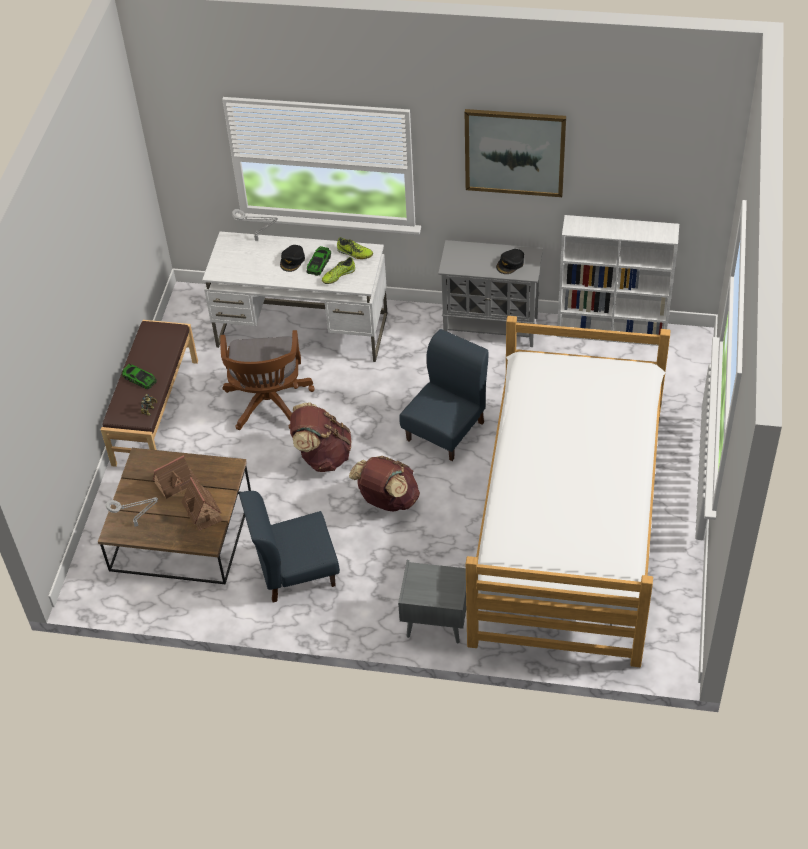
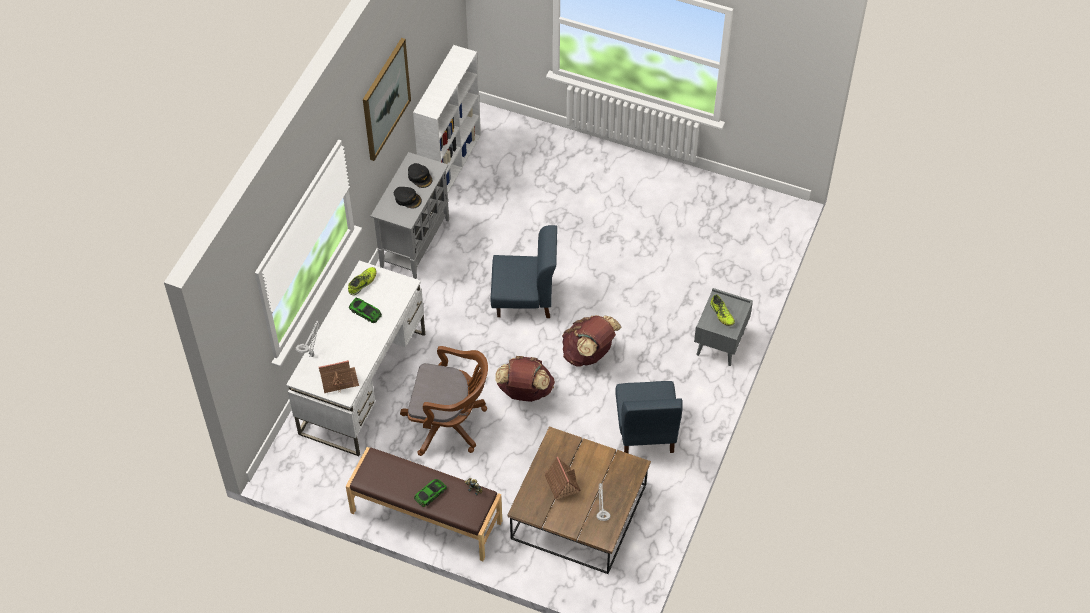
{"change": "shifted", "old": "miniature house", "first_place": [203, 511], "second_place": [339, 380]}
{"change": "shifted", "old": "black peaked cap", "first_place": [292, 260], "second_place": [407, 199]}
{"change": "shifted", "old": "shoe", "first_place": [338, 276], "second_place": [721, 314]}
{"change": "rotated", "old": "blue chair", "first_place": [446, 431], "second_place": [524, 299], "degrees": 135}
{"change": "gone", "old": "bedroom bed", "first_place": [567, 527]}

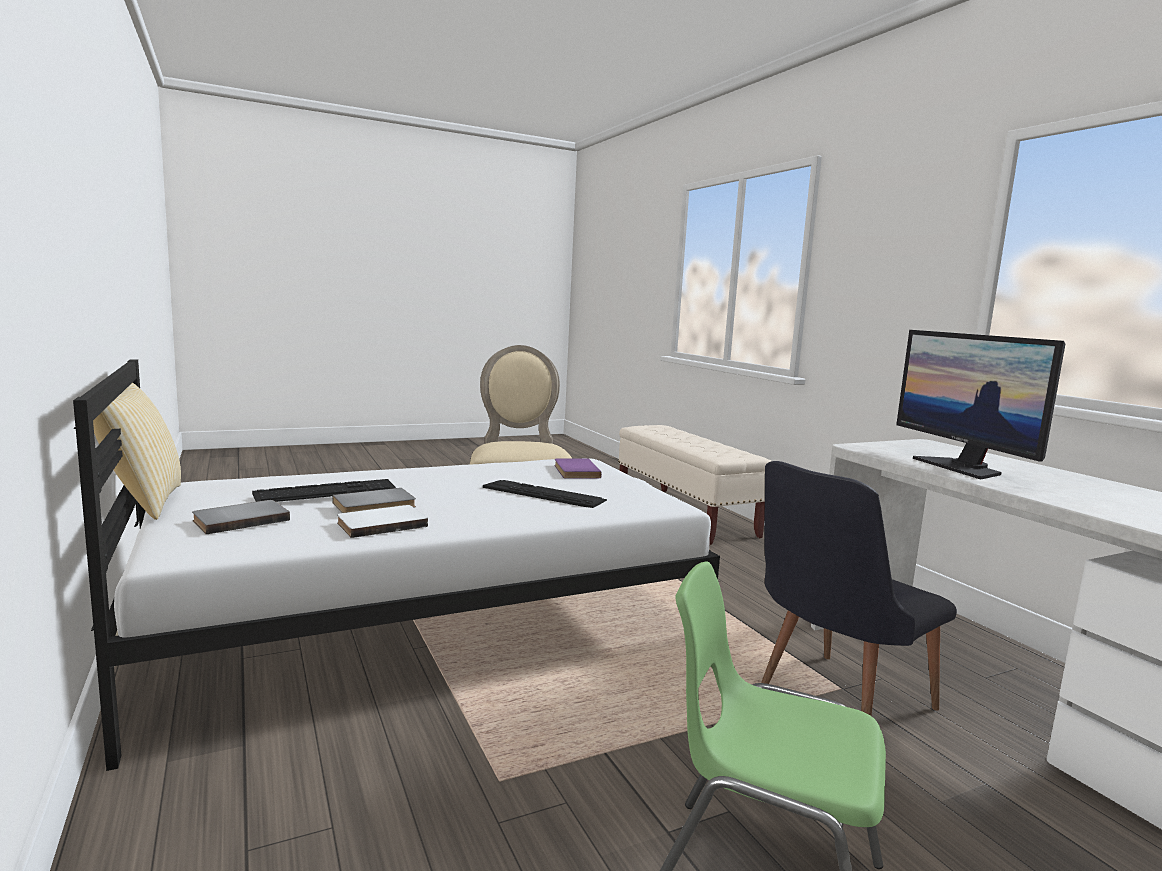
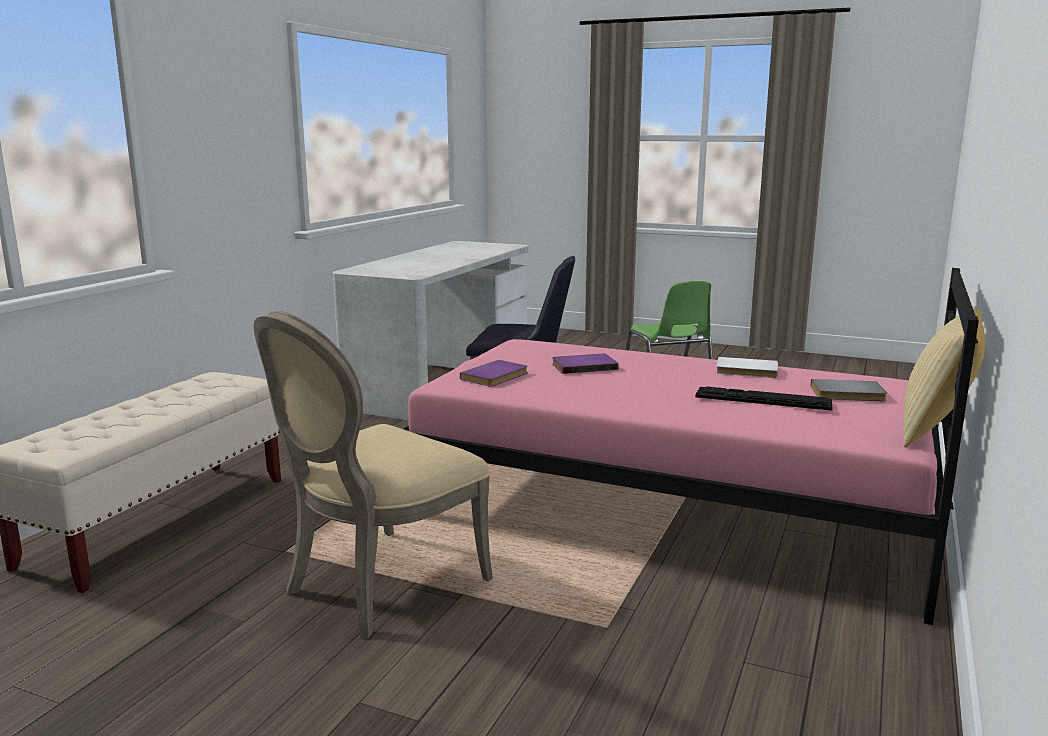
{"change": "repainted", "old": "white-coloured bedroom bed", "new": "pink bedroom bed", "first_place": [427, 627], "second_place": [669, 508]}
{"change": "gone", "old": "grey bound book", "first_place": [375, 505]}
{"change": "swapped", "old": "PC keyboard", "new": "purple-coloured bound book", "first_place": [543, 493], "second_place": [583, 366]}
{"change": "gone", "old": "computer display", "first_place": [962, 467]}

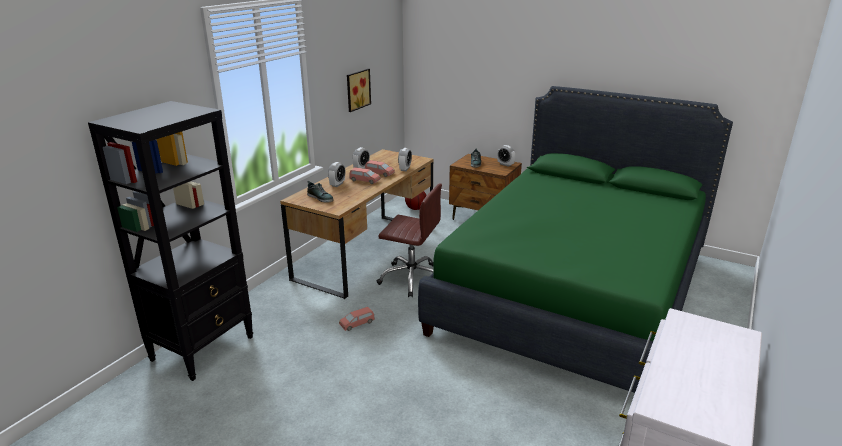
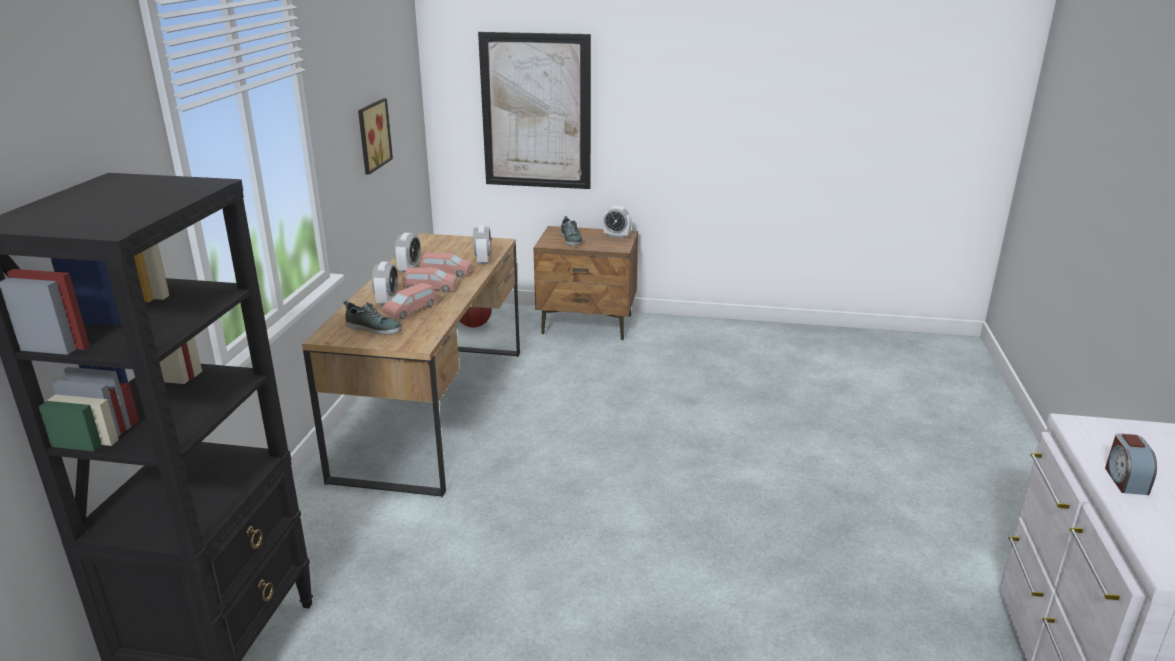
{"change": "shifted", "old": "pink toy car", "first_place": [357, 324], "second_place": [410, 310]}
{"change": "gone", "old": "brownish desk chair", "first_place": [412, 278]}
{"change": "gone", "old": "greenish bedroom bed", "first_place": [575, 292]}
{"change": "new", "new": "picture", "second_place": [536, 112]}
{"change": "new", "new": "table clock", "second_place": [1125, 480]}

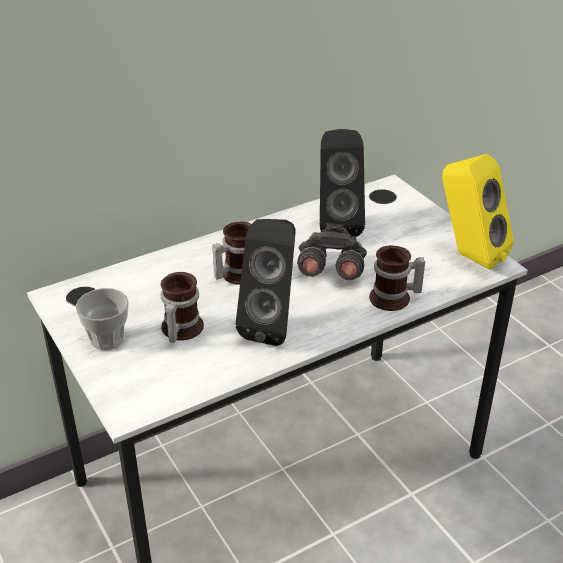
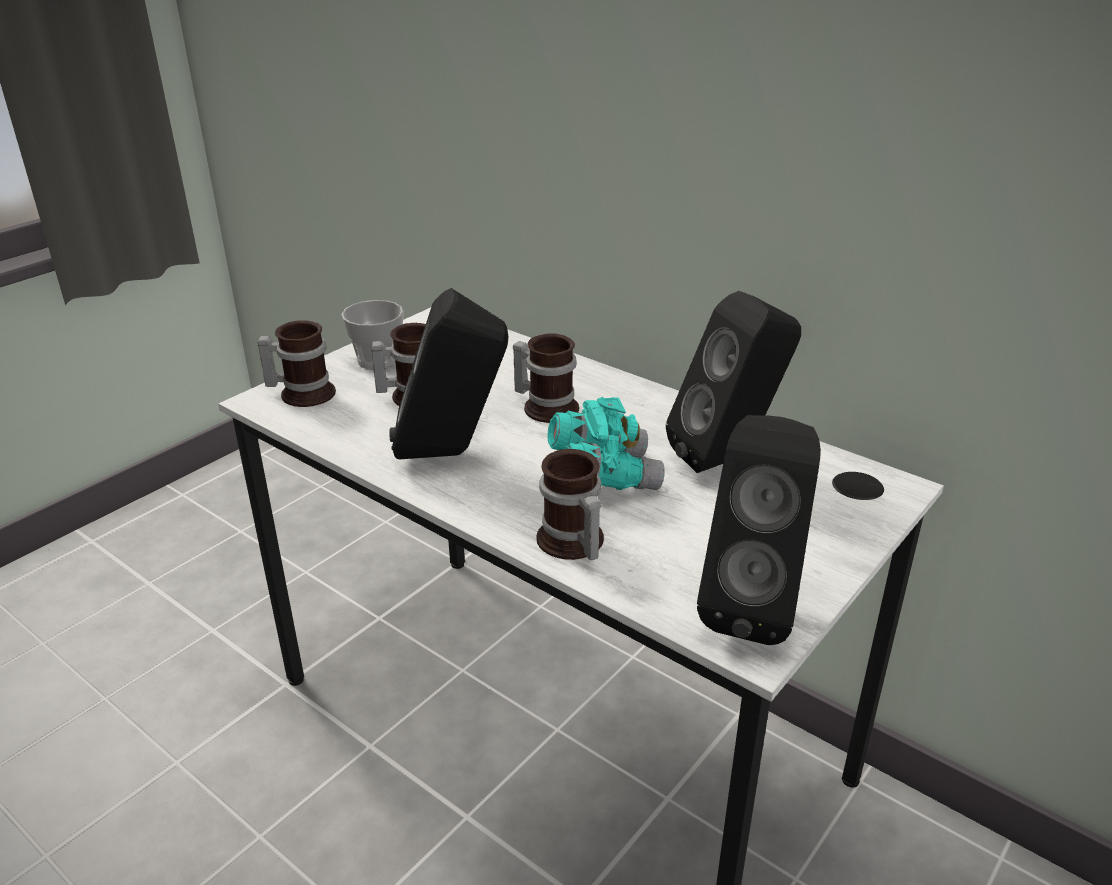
{"change": "repainted", "old": "grey pair of binoculars", "new": "turquoise-coloured pair of binoculars", "first_place": [331, 272], "second_place": [602, 475]}
{"change": "repainted", "old": "yellow-coloured audio speaker", "new": "black audio speaker", "first_place": [468, 256], "second_place": [753, 606]}
{"change": "new", "new": "coffee mug", "second_place": [303, 392]}

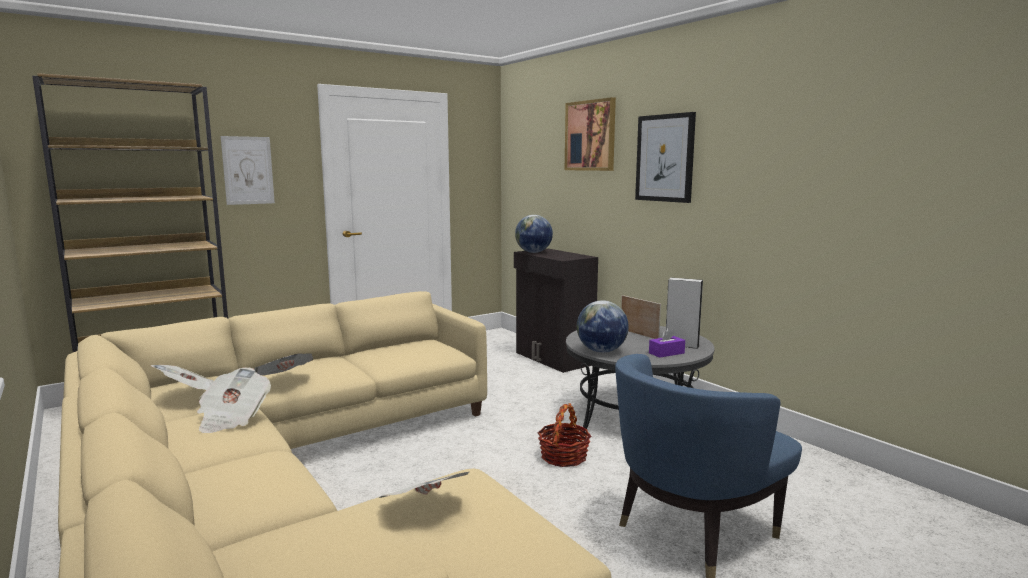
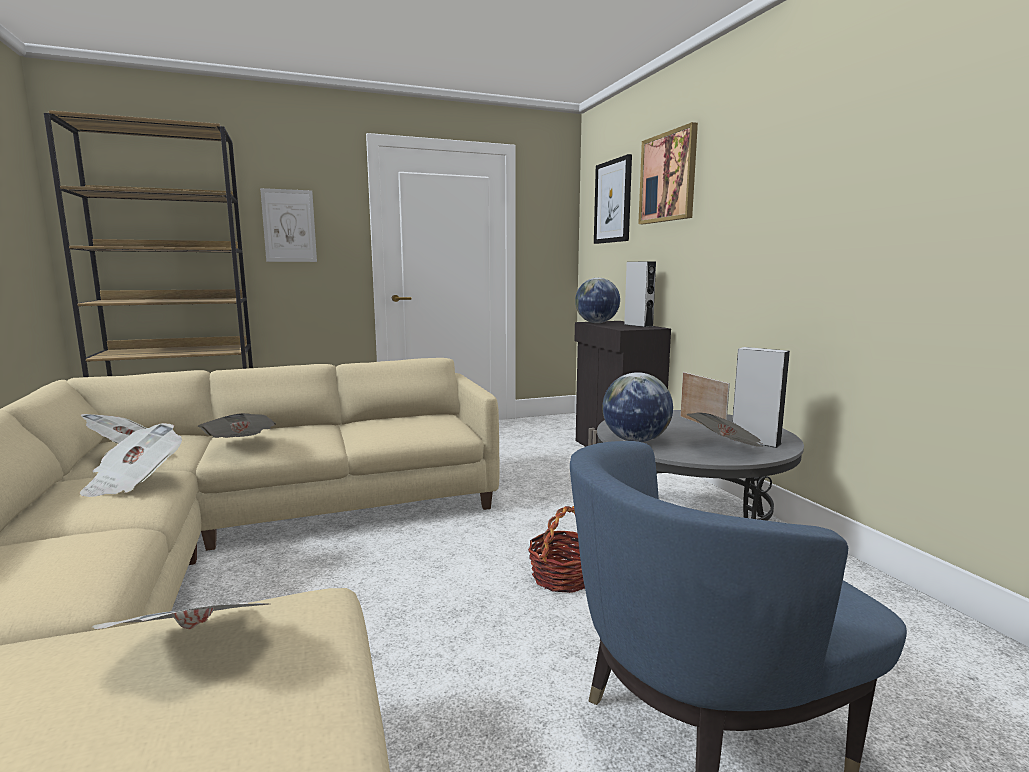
{"change": "shifted", "old": "picture", "first_place": [665, 158], "second_place": [613, 201]}
{"change": "swapped", "old": "purple-coloured tissue box", "new": "printed paper", "first_place": [666, 353], "second_place": [726, 450]}
{"change": "new", "new": "grey audio speaker", "second_place": [638, 325]}

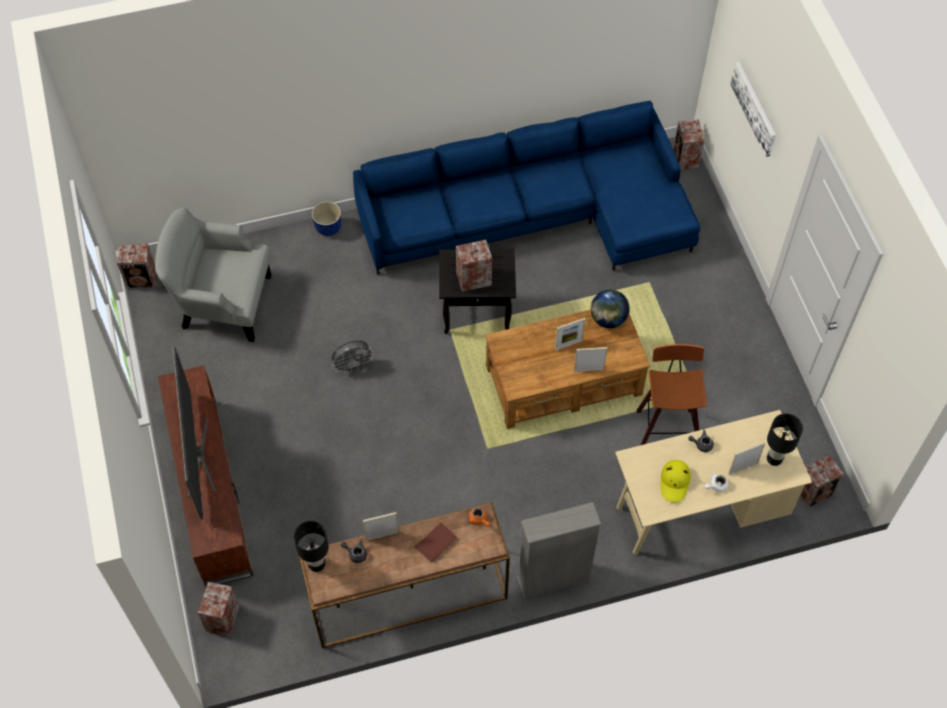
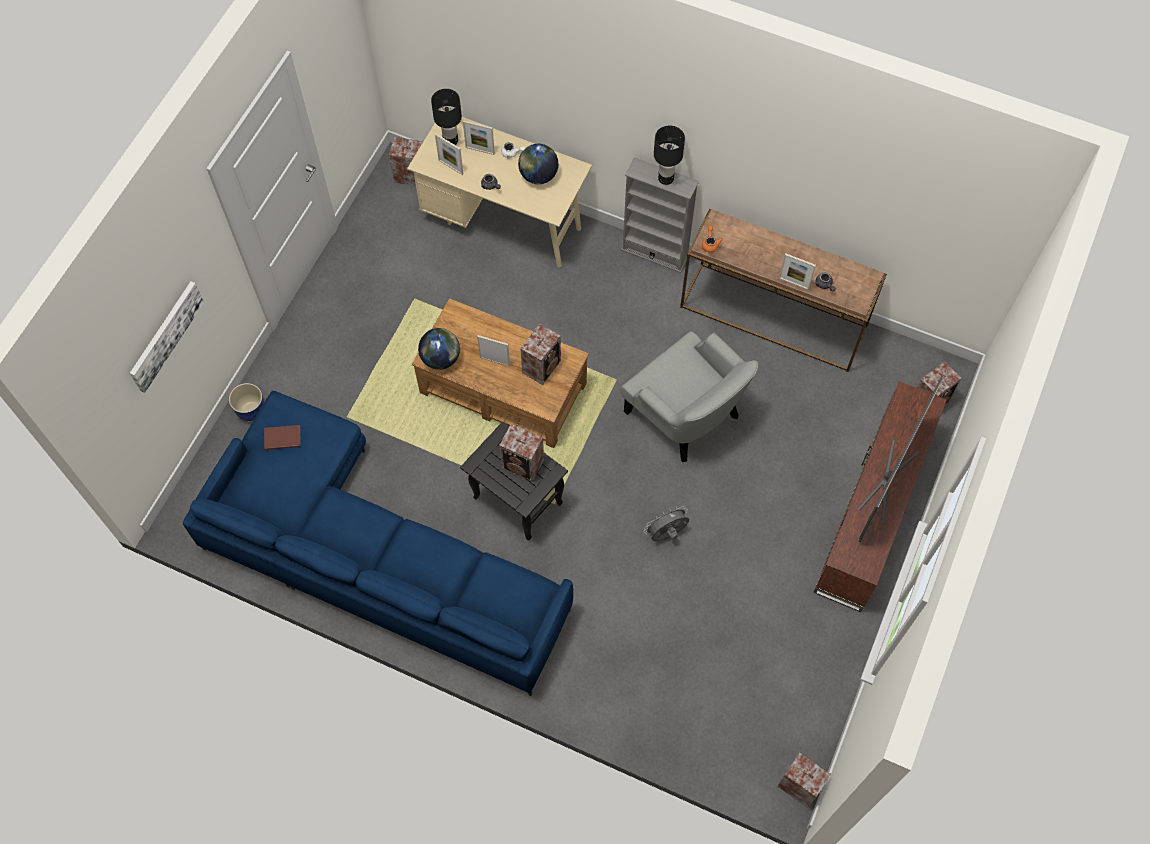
{"change": "shifted", "old": "grey armchair", "first_place": [223, 303], "second_place": [685, 414]}
{"change": "shifted", "old": "black tabletop lamp", "first_place": [316, 564], "second_place": [666, 178]}
{"change": "shifted", "old": "flower pot", "first_place": [328, 228], "second_place": [251, 411]}
{"change": "rotated", "old": "grey fan", "first_place": [353, 366], "second_place": [666, 534], "degrees": -45}
{"change": "shifted", "old": "brownish bound book", "first_place": [437, 543], "second_place": [282, 437]}
{"change": "shifted", "old": "photo frame", "first_place": [589, 370], "second_place": [451, 167]}
{"change": "gone", "old": "sitting stool", "first_place": [665, 431]}
{"change": "swapped", "old": "yellow-coloured wearable hat", "new": "desk globe", "first_place": [674, 482], "second_place": [538, 175]}
{"change": "shifted", "old": "audio speaker", "first_place": [685, 159], "second_place": [542, 366]}

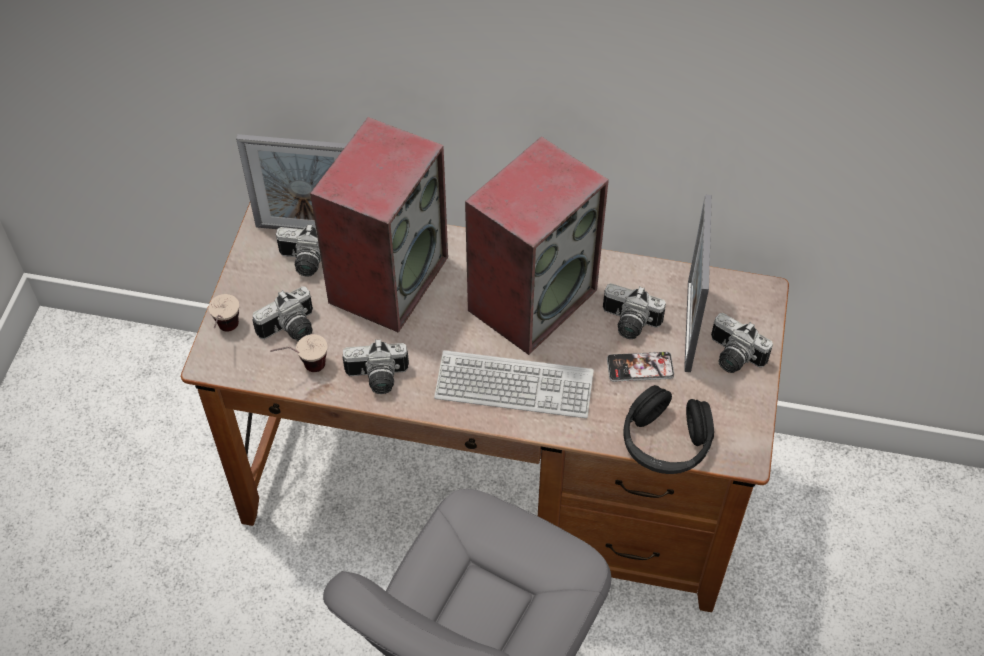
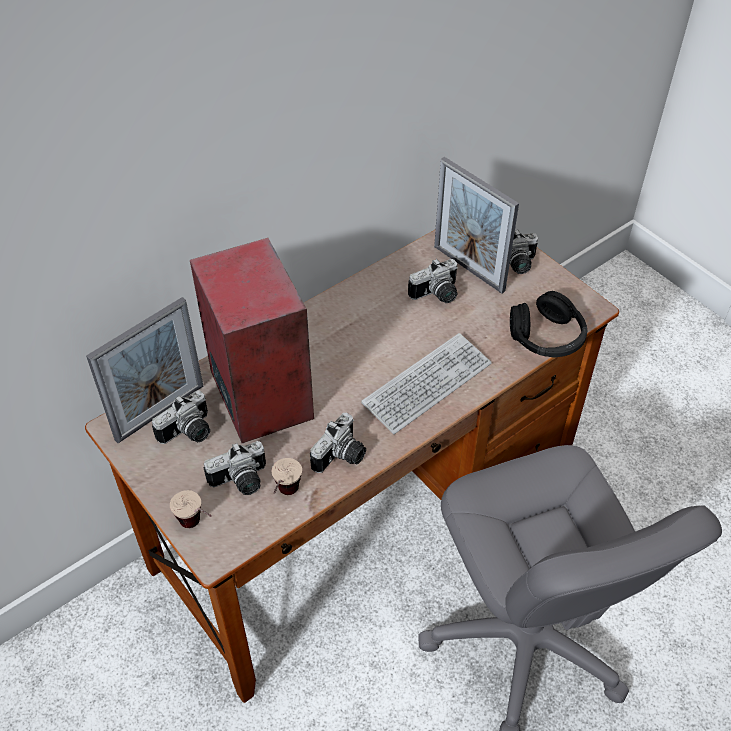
{"change": "rotated", "old": "still camera", "first_place": [291, 330], "second_place": [241, 482], "degrees": 60}
{"change": "gone", "old": "audio speaker", "first_place": [532, 298]}
{"change": "gone", "old": "handset", "first_place": [640, 367]}

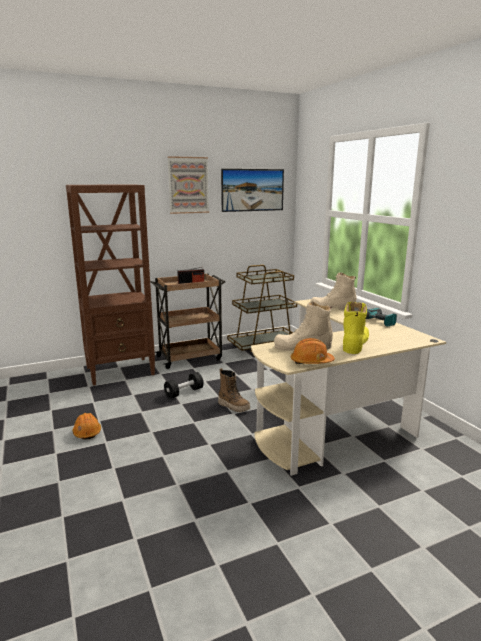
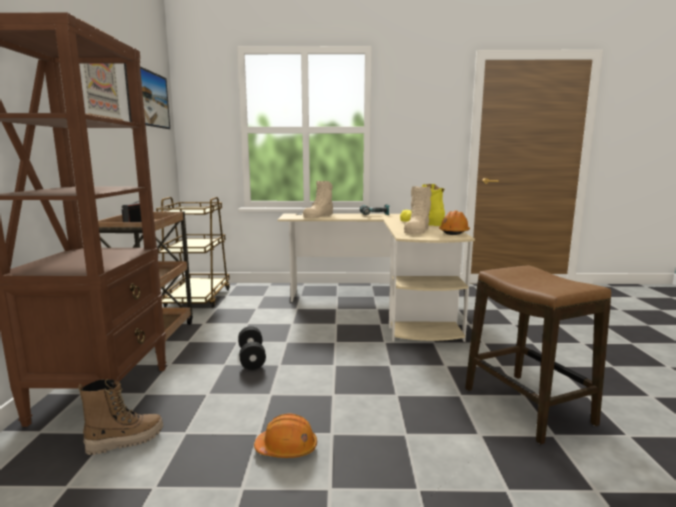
{"change": "shifted", "old": "boot", "first_place": [234, 406], "second_place": [125, 440]}
{"change": "new", "new": "sitting stool", "second_place": [526, 406]}

